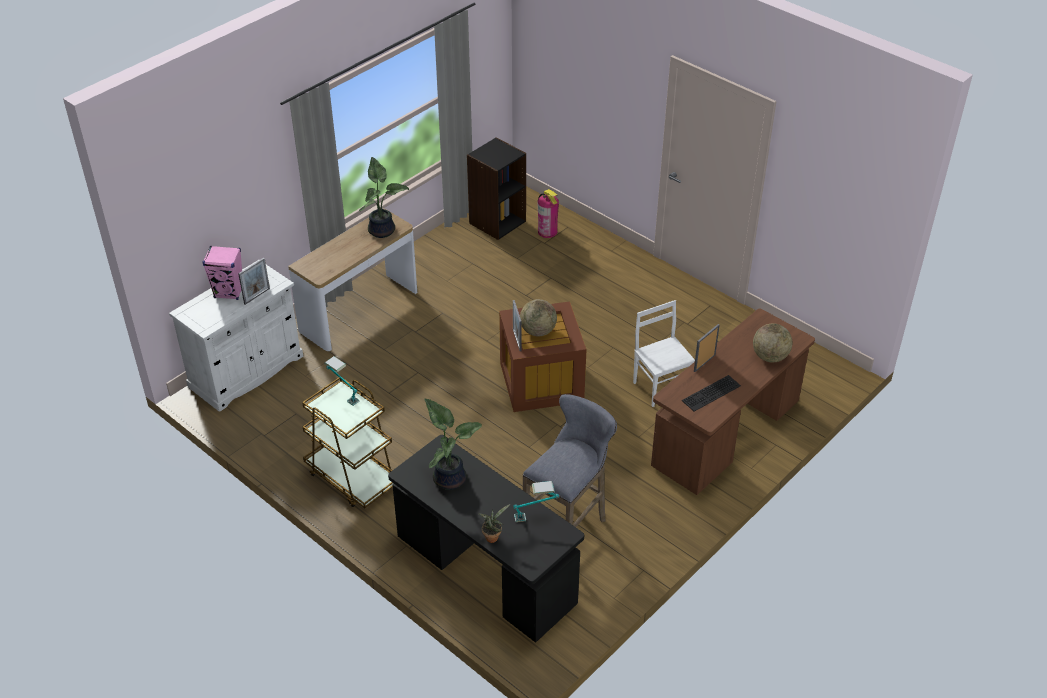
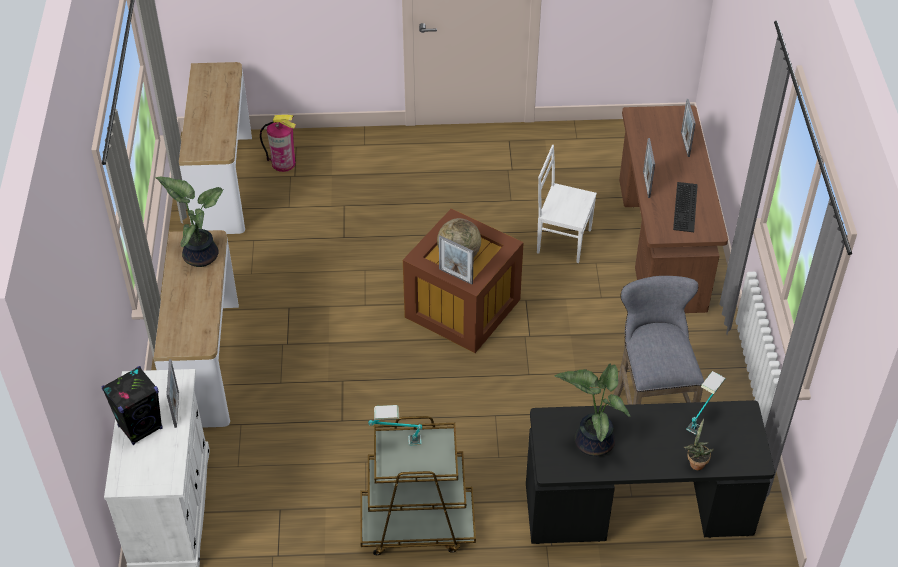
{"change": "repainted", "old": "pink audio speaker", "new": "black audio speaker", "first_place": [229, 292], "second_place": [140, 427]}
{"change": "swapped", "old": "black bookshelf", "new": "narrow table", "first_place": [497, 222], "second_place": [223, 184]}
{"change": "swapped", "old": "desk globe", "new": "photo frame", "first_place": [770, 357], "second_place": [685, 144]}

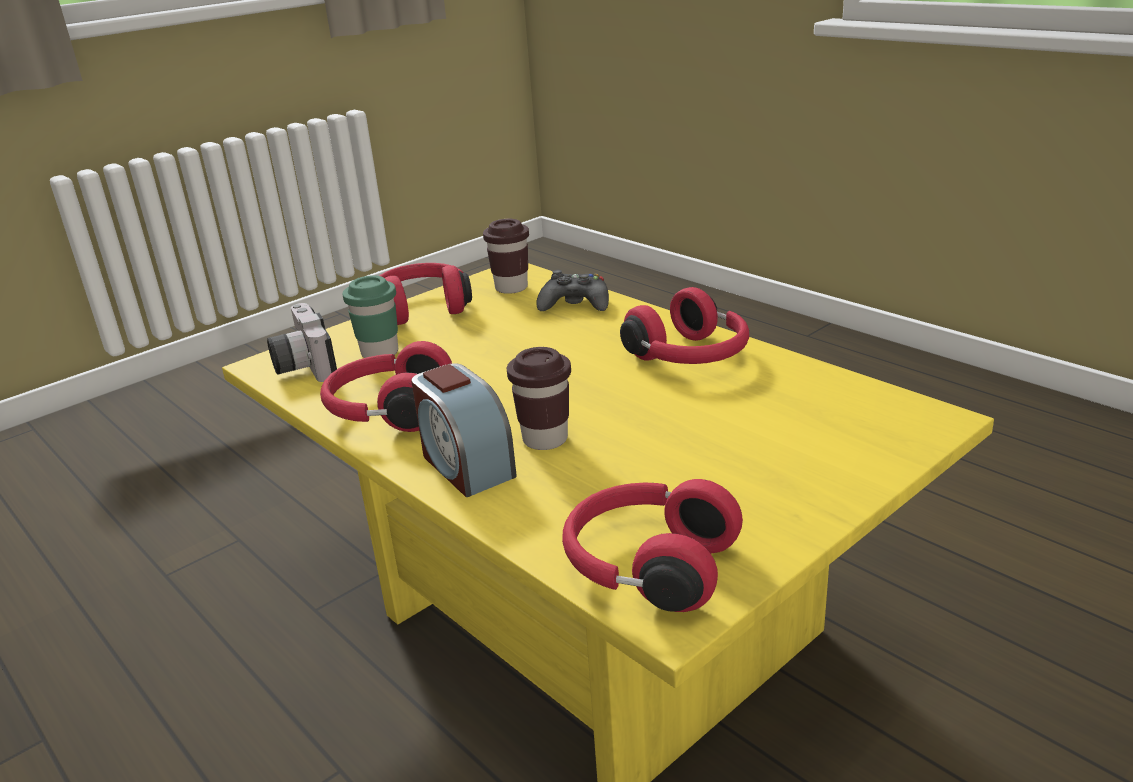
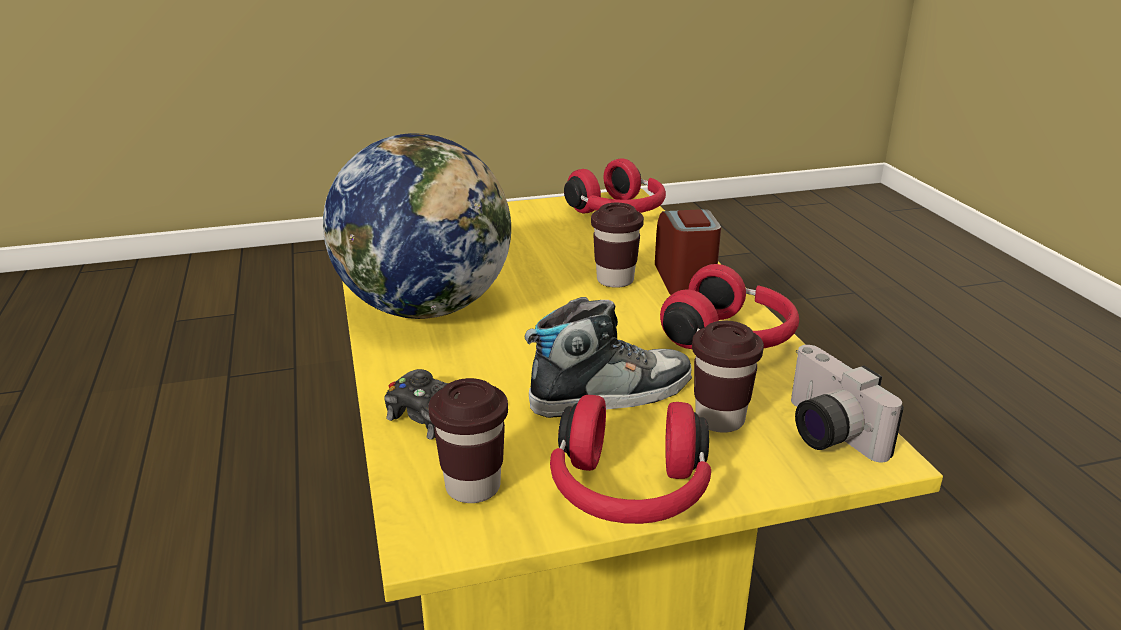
{"change": "rotated", "old": "still camera", "first_place": [302, 366], "second_place": [823, 432], "degrees": 150}
{"change": "repainted", "old": "greenish drinking cup", "new": "brownish drinking cup", "first_place": [380, 353], "second_place": [719, 419]}
{"change": "swapped", "old": "red-coloured headphones", "new": "desk globe", "first_place": [690, 357], "second_place": [426, 307]}
{"change": "new", "new": "shoe", "second_place": [611, 393]}

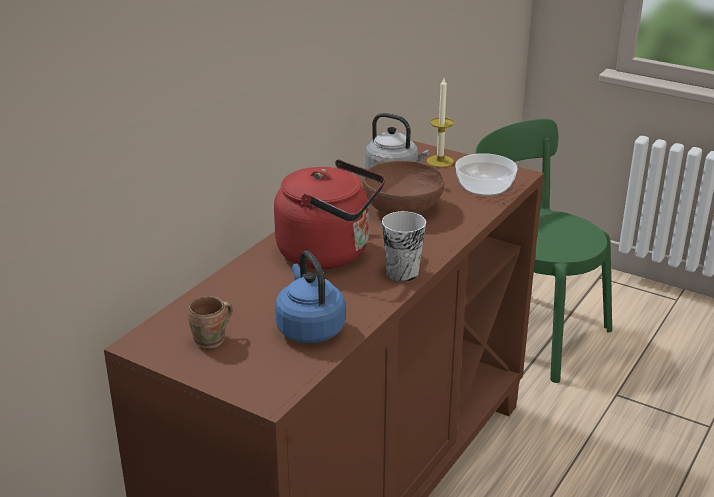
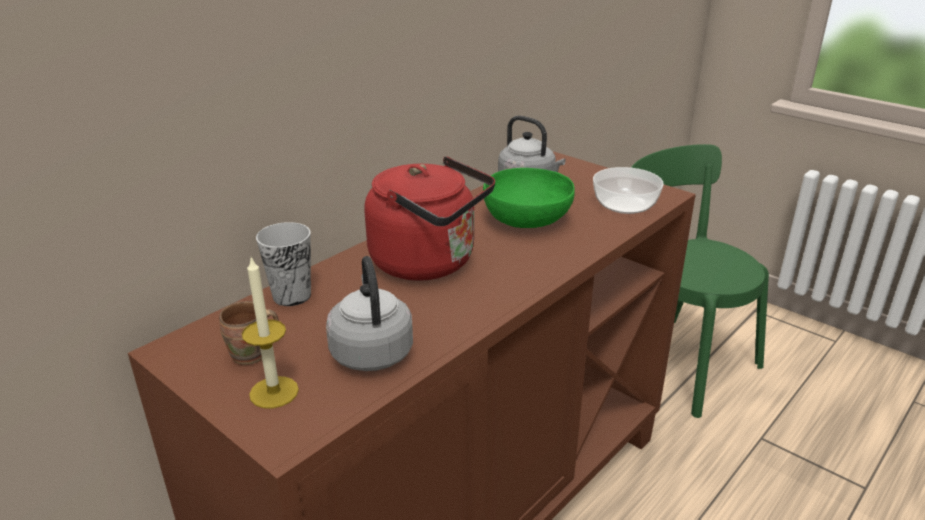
{"change": "repainted", "old": "blue water kettle", "new": "grey water kettle", "first_place": [309, 328], "second_place": [371, 351]}
{"change": "repainted", "old": "brownish serving bowl", "new": "greenish serving bowl", "first_place": [402, 207], "second_place": [527, 219]}
{"change": "shifted", "old": "drinking cup", "first_place": [402, 273], "second_place": [292, 295]}
{"change": "shifted", "old": "candle", "first_place": [440, 161], "second_place": [274, 392]}

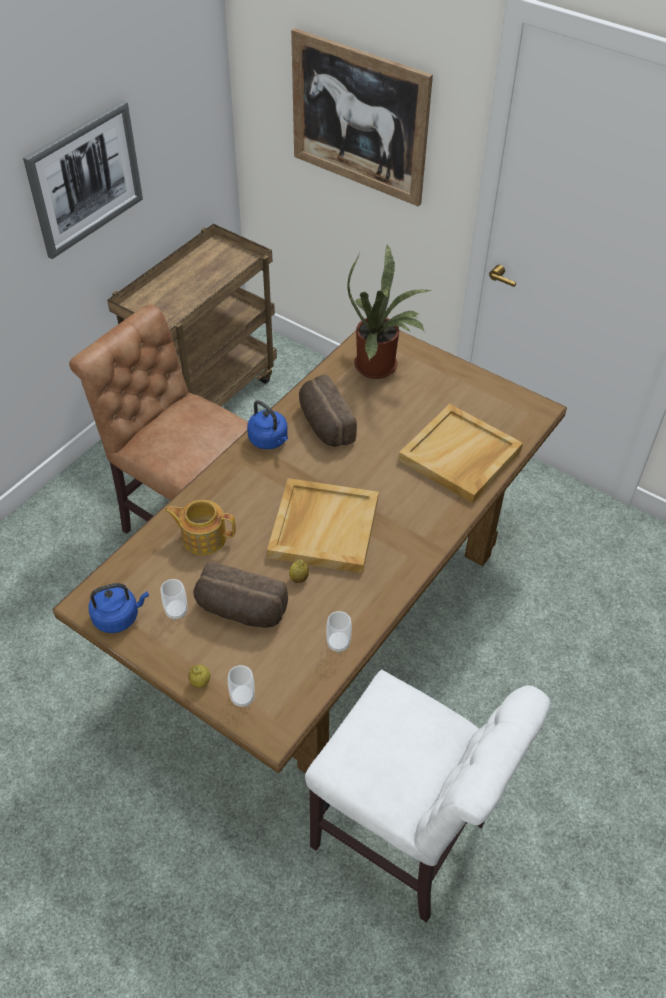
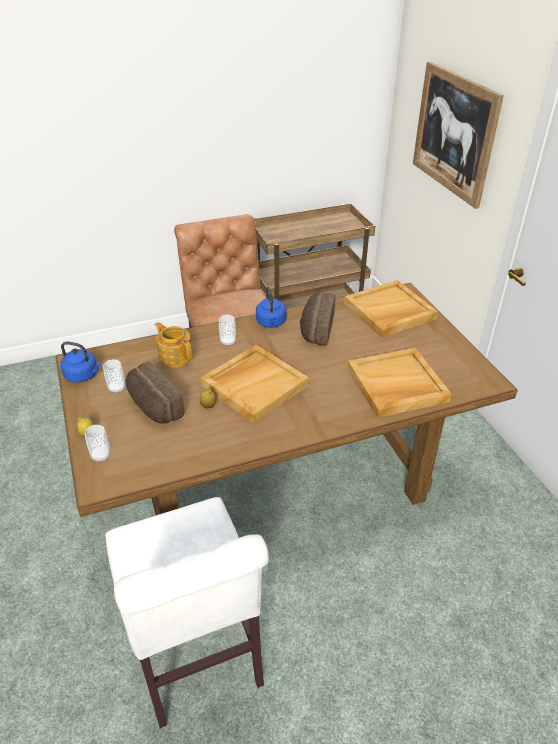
{"change": "gone", "old": "picture", "first_place": [85, 179]}
{"change": "shifted", "old": "drinking cup", "first_place": [338, 643], "second_place": [228, 342]}
{"change": "swapped", "old": "potted plant", "new": "sand-coloured carrying tray", "first_place": [380, 367], "second_place": [389, 311]}

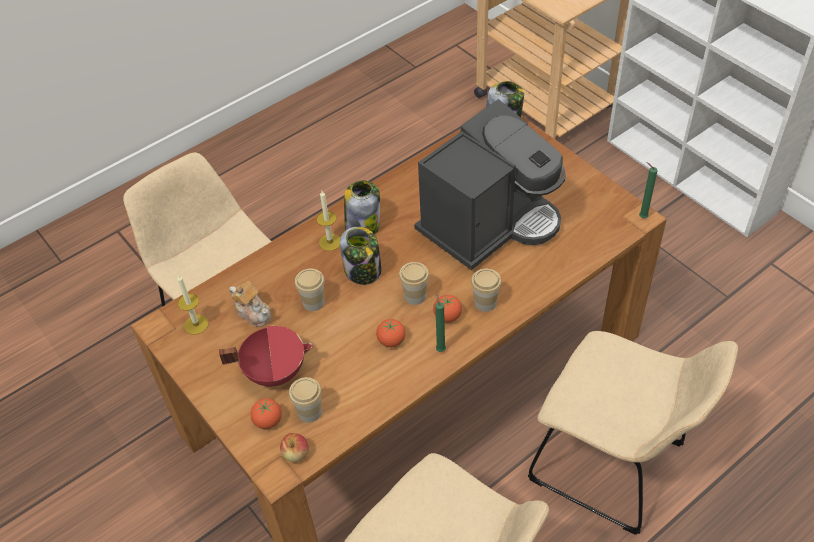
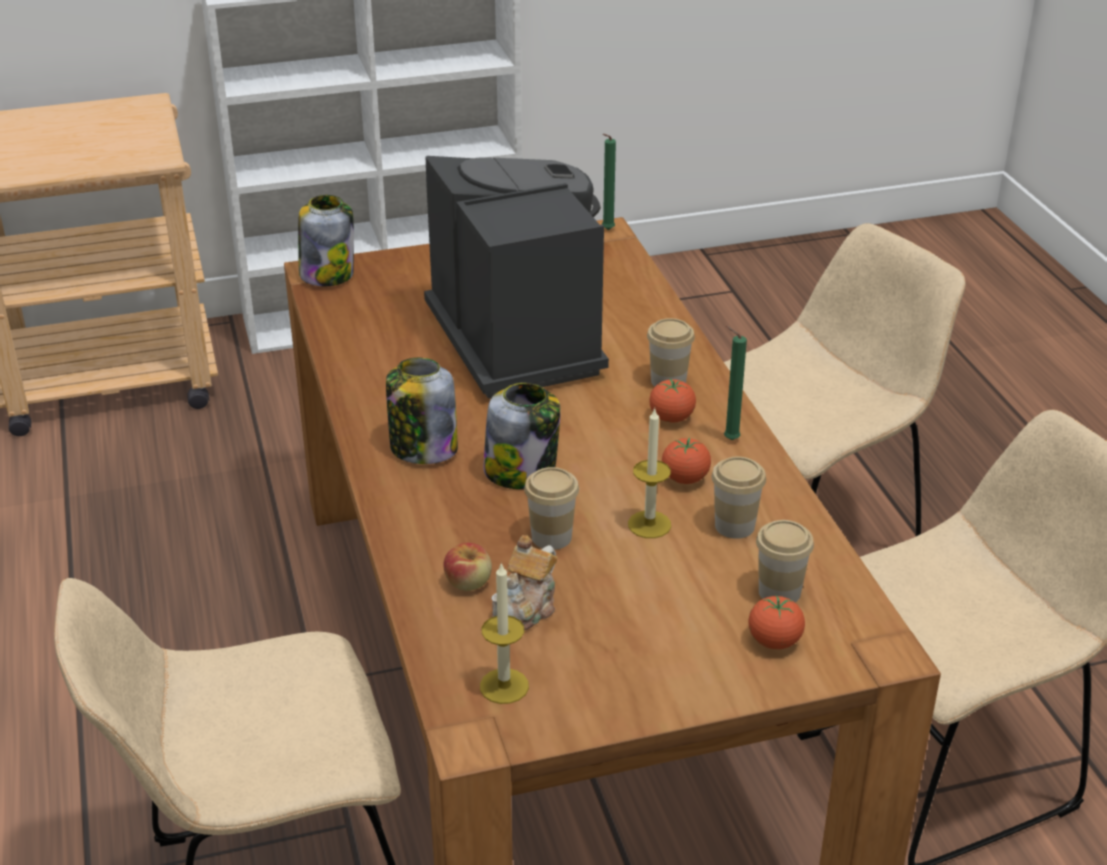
{"change": "gone", "old": "red-coloured cooking pot", "first_place": [275, 371]}
{"change": "rotated", "old": "teapot", "first_place": [253, 312], "second_place": [526, 608], "degrees": 150}
{"change": "shifted", "old": "apple", "first_place": [296, 454], "second_place": [469, 582]}
{"change": "shifted", "old": "candle", "first_place": [330, 242], "second_place": [649, 524]}
{"change": "shifted", "old": "drinking cup", "first_place": [415, 296], "second_place": [734, 526]}

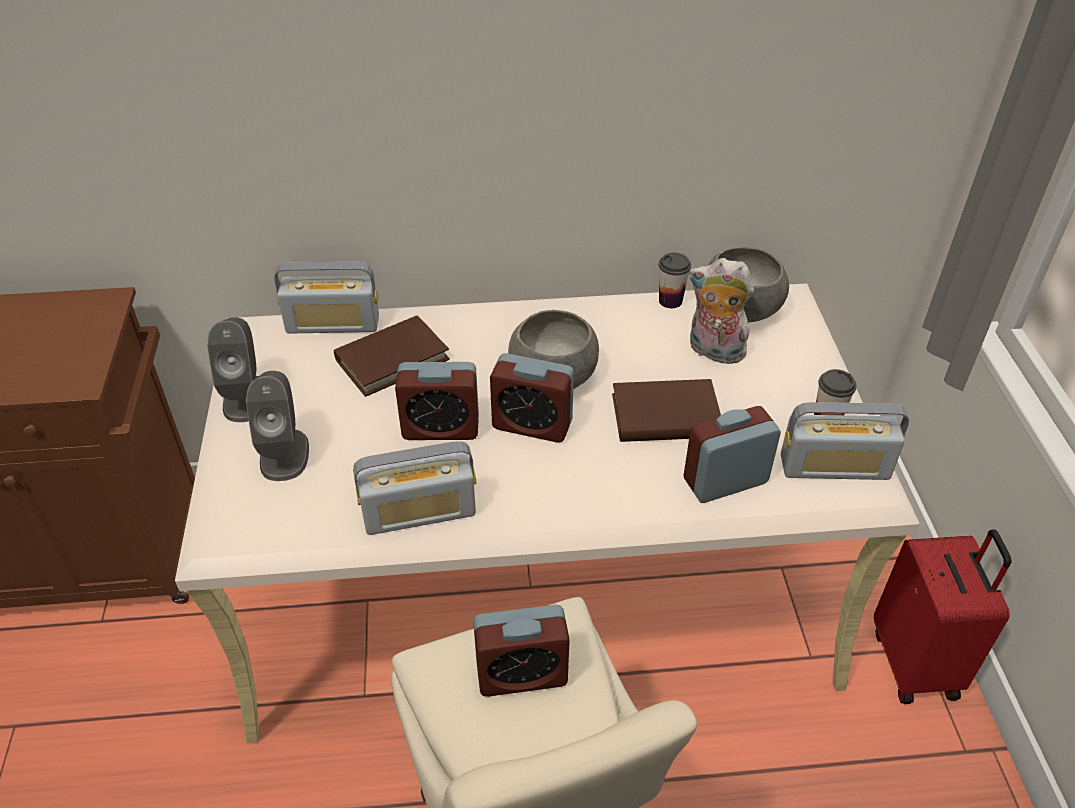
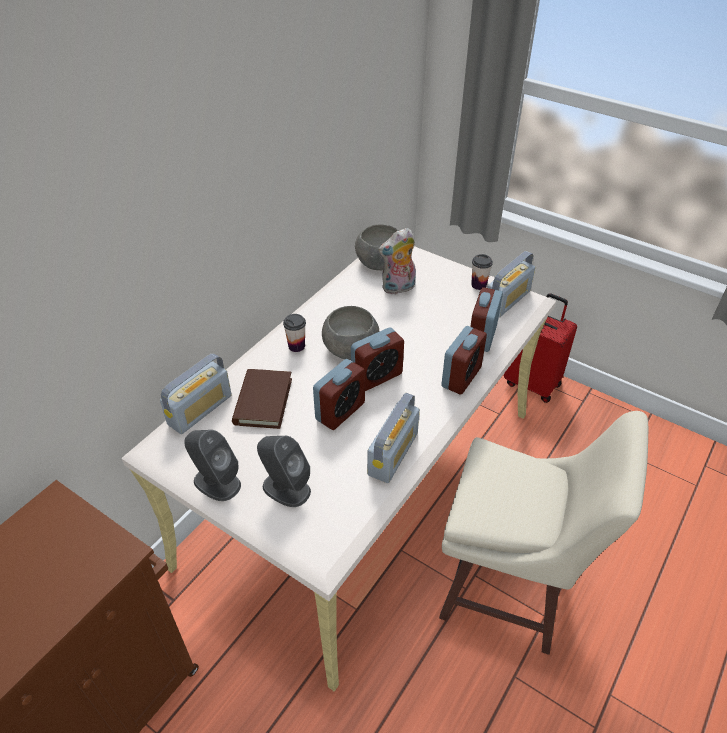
{"change": "shifted", "old": "table clock", "first_place": [521, 674], "second_place": [461, 377]}
{"change": "gone", "old": "brownish bound book", "first_place": [665, 416]}
{"change": "shifted", "old": "drinking cup", "first_place": [670, 301], "second_place": [296, 346]}

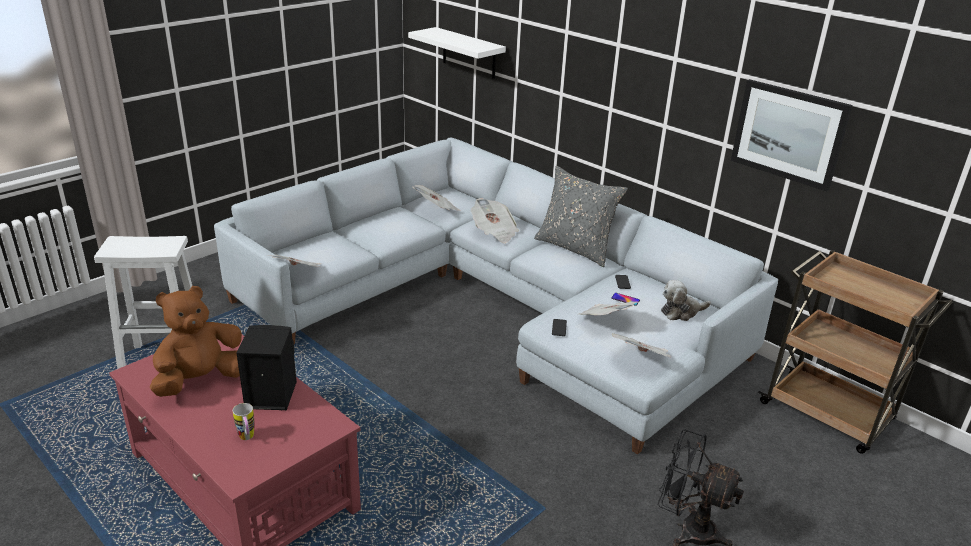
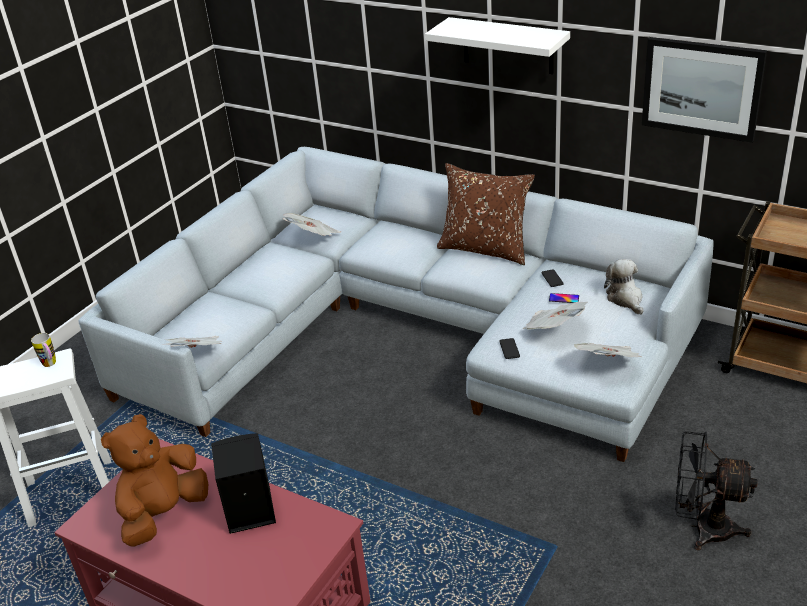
{"change": "shifted", "old": "coffee mug", "first_place": [247, 438], "second_place": [51, 365]}
{"change": "shifted", "old": "white-coloured shelf", "first_place": [469, 53], "second_place": [507, 46]}
{"change": "gone", "old": "printed paper", "first_place": [494, 232]}
{"change": "repainted", "old": "grey cushion", "new": "brownish cushion", "first_place": [575, 248], "second_place": [485, 249]}
{"change": "rotated", "old": "soft toy", "first_place": [681, 312], "second_place": [625, 299], "degrees": 105}

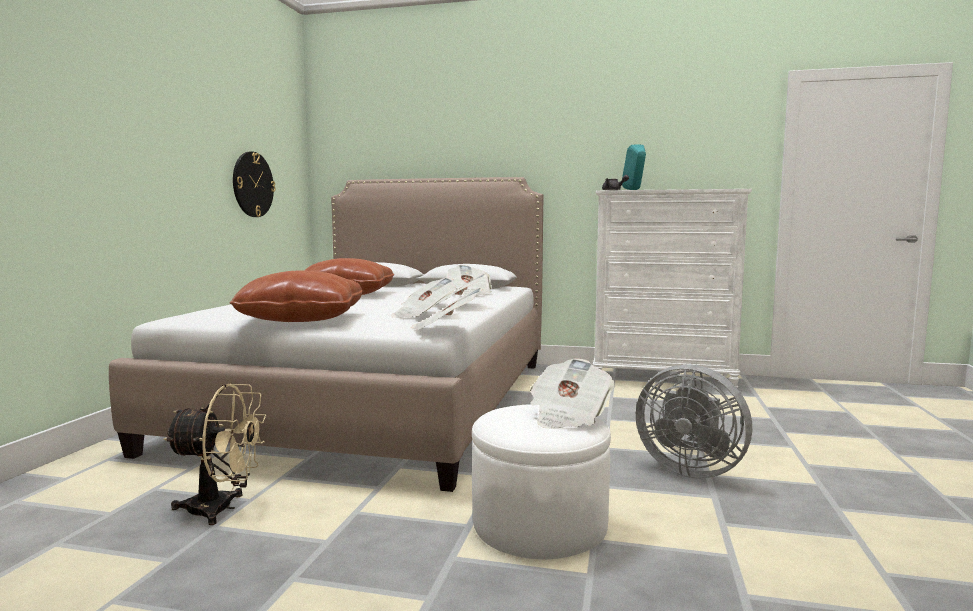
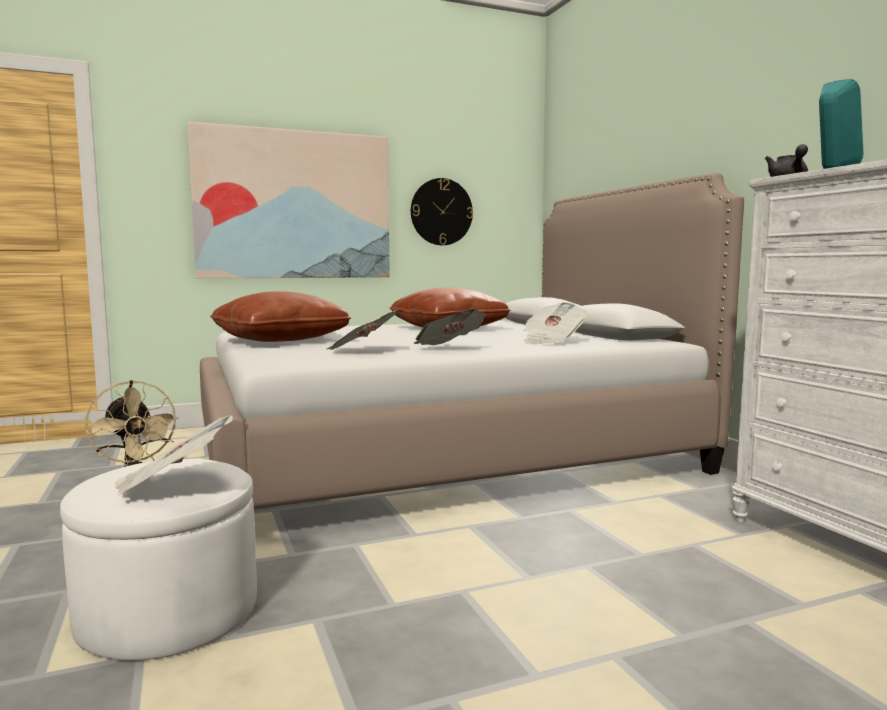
{"change": "gone", "old": "printed paper", "first_place": [445, 329]}
{"change": "gone", "old": "grey fan", "first_place": [689, 469]}
{"change": "new", "new": "picture", "second_place": [294, 205]}

